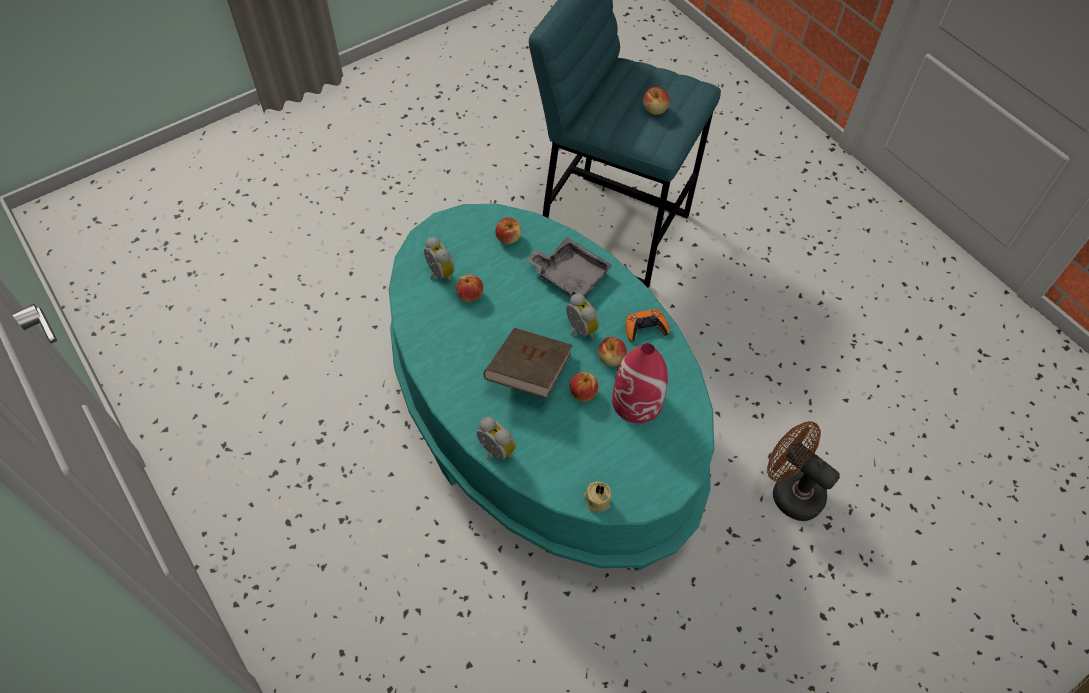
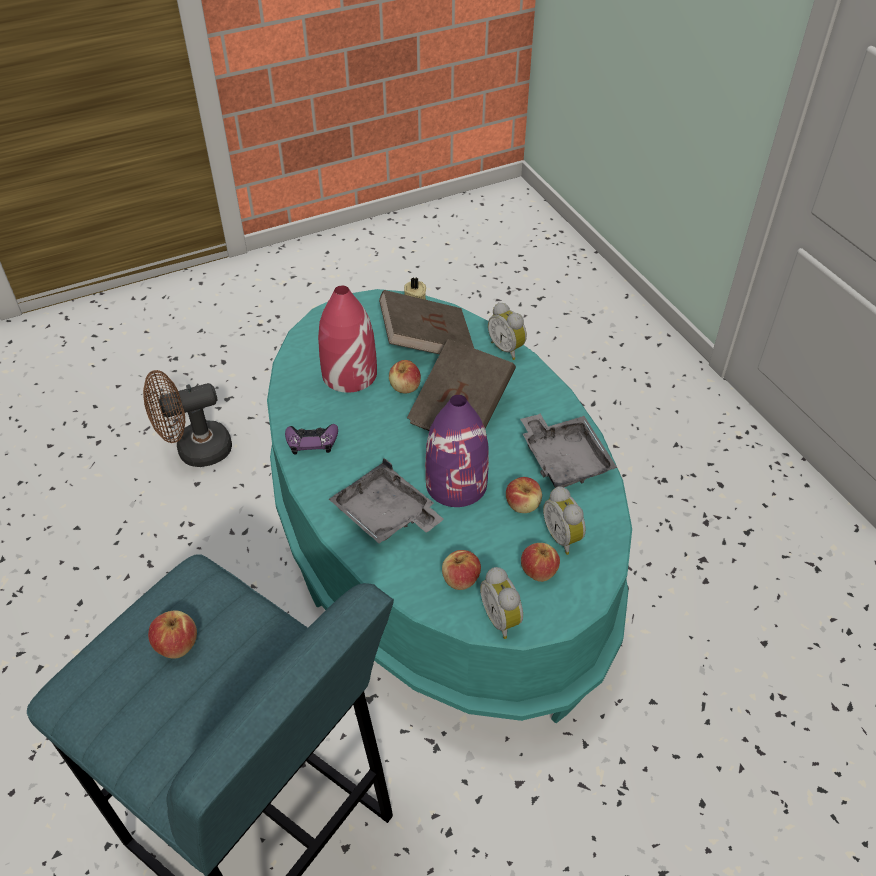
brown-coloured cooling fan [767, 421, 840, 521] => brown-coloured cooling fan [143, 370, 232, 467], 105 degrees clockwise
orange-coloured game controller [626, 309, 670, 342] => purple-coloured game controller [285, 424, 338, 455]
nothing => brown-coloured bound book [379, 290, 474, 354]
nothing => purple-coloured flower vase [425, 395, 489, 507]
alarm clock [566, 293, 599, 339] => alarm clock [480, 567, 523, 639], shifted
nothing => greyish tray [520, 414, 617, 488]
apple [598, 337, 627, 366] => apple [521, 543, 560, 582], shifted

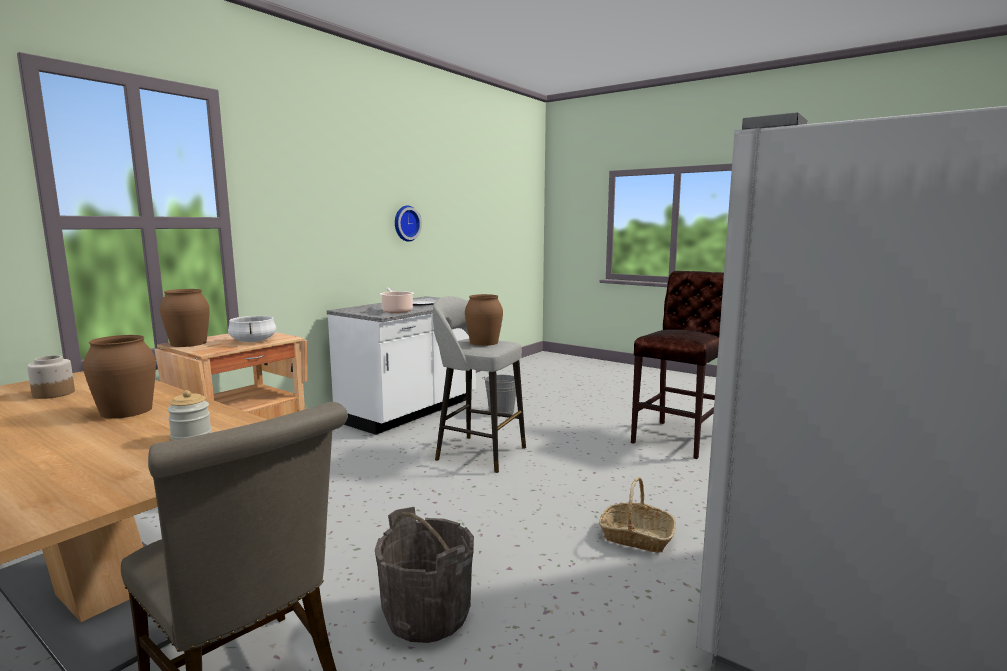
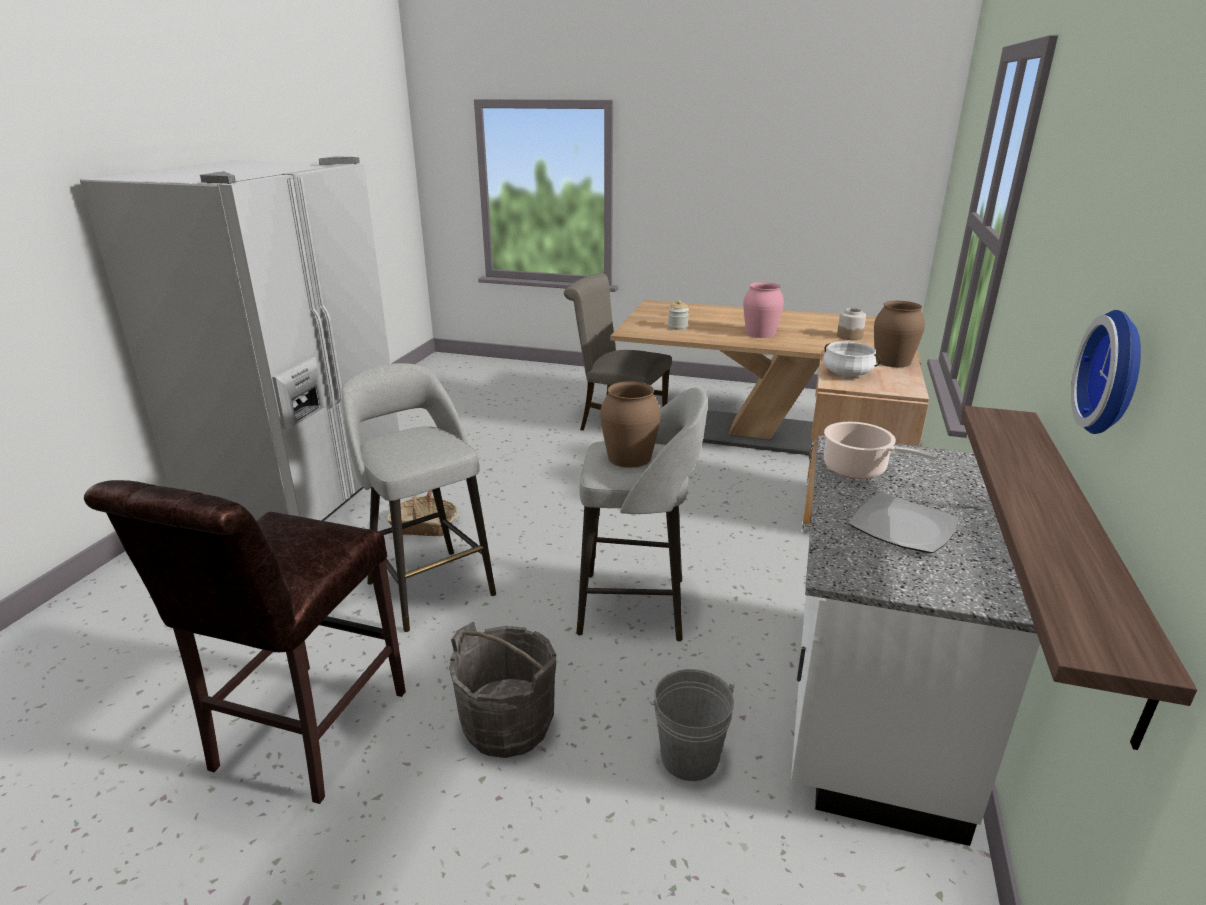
nothing => greyish stool [341, 363, 496, 632]
greyish bucket [375, 507, 474, 643] => greyish bucket [449, 622, 556, 758], shifted
brown-coloured flower vase [83, 335, 156, 419] => pinkish flower vase [743, 282, 784, 338]
nothing => bracket shelf [961, 406, 1198, 750]

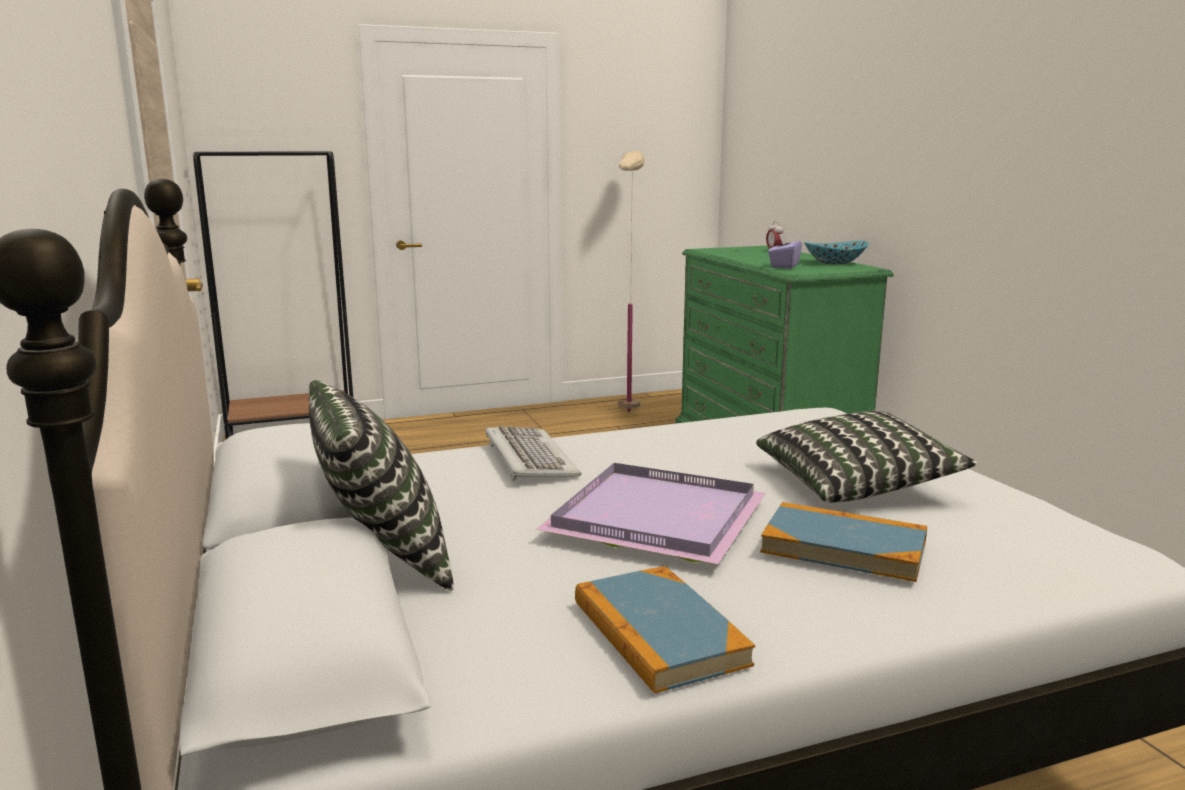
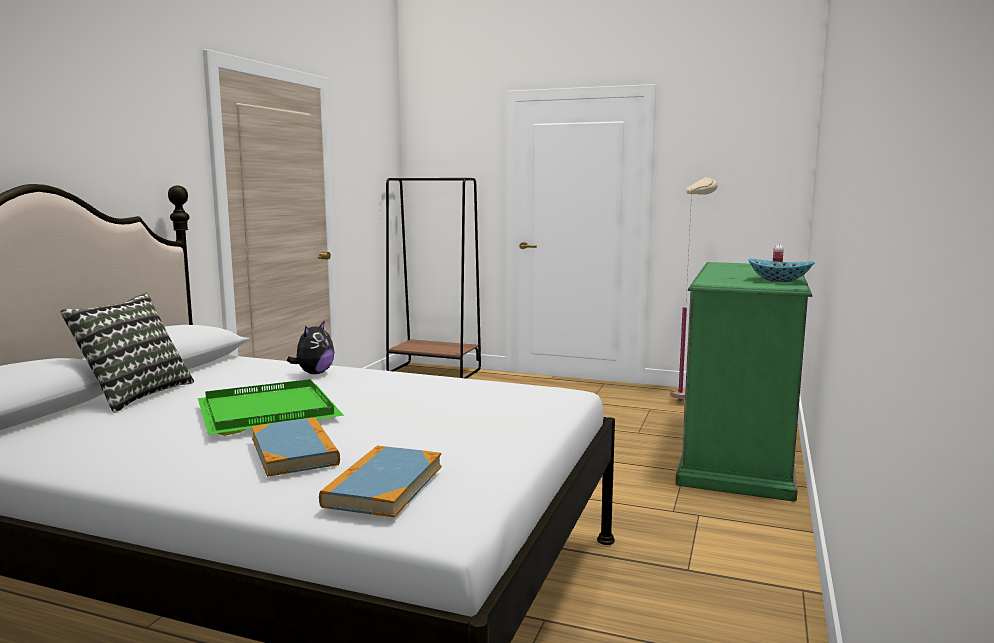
purple-coloured tray [536, 463, 766, 564] => green tray [198, 379, 344, 436]
keyboard [485, 425, 581, 481] => soft toy [287, 320, 334, 374]
bound book [575, 566, 755, 694] => bound book [319, 446, 441, 518], shifted
pillow [756, 411, 977, 502] => nothing
purple-coloured box of tissues [768, 233, 802, 269] => nothing

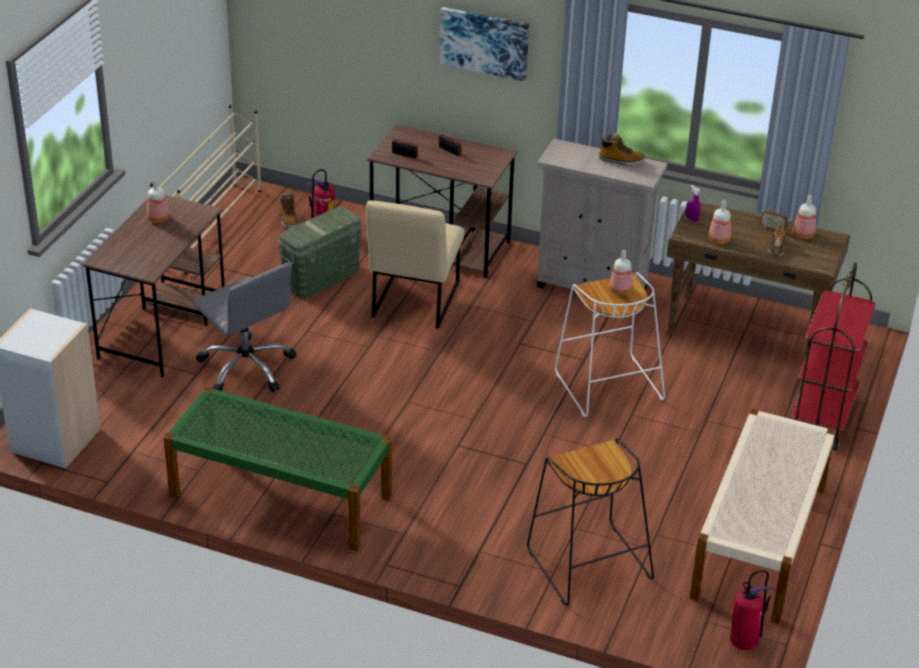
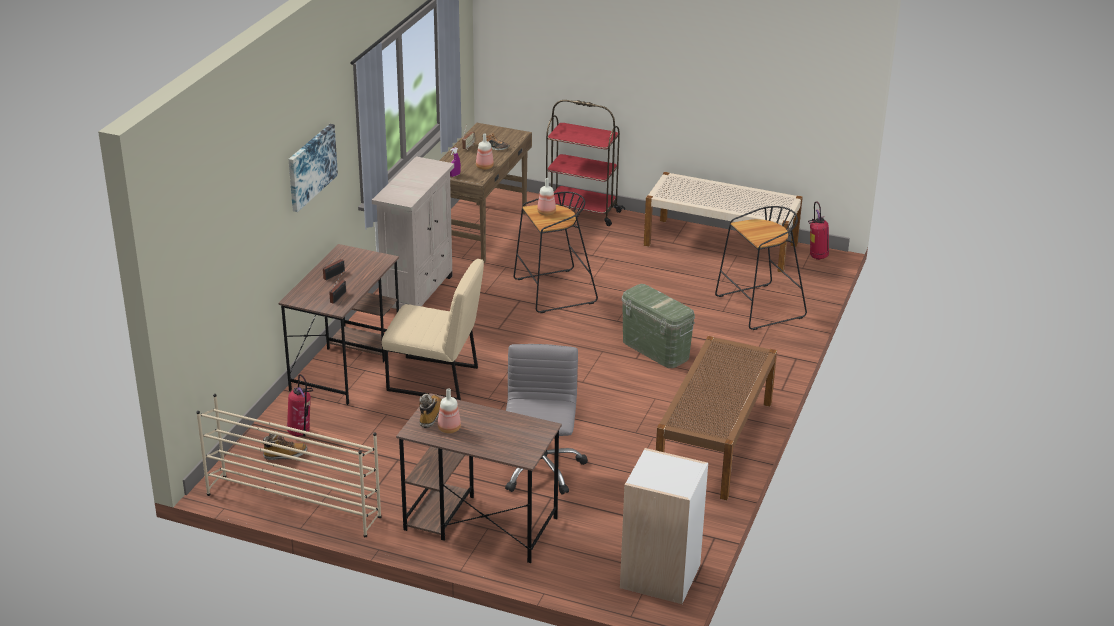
tall boot [599, 133, 645, 166] => tall boot [419, 394, 441, 428], shifted
greyish desk chair [193, 263, 296, 392] => greyish desk chair [505, 344, 588, 495], 45 degrees counterclockwise
white stool [555, 272, 665, 417] => blackish stool [514, 192, 598, 313]
green storage container [278, 207, 362, 299] => green storage container [622, 284, 695, 368], shifted
green bench [163, 386, 392, 552] => brown-coloured bench [656, 336, 777, 500]
drink bottle [793, 195, 816, 239] => nothing

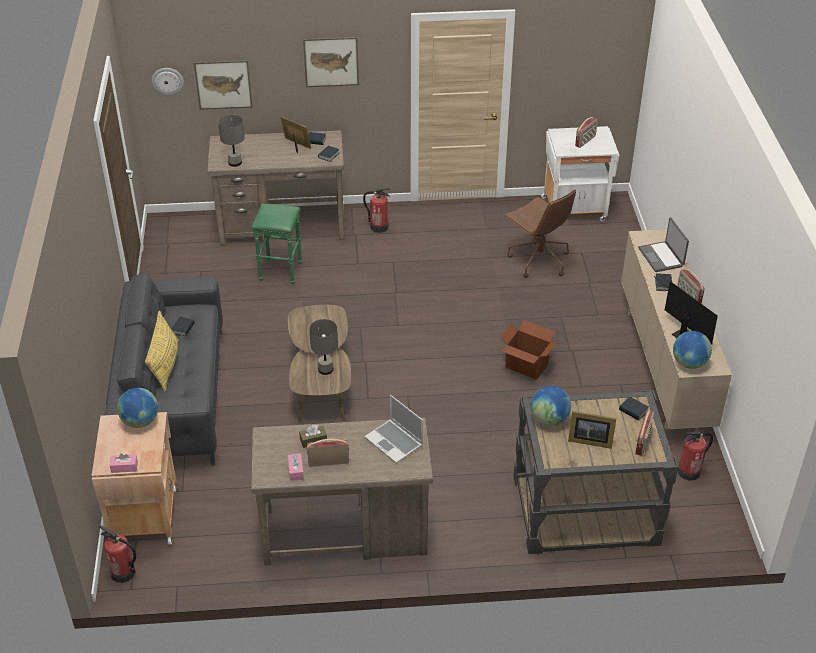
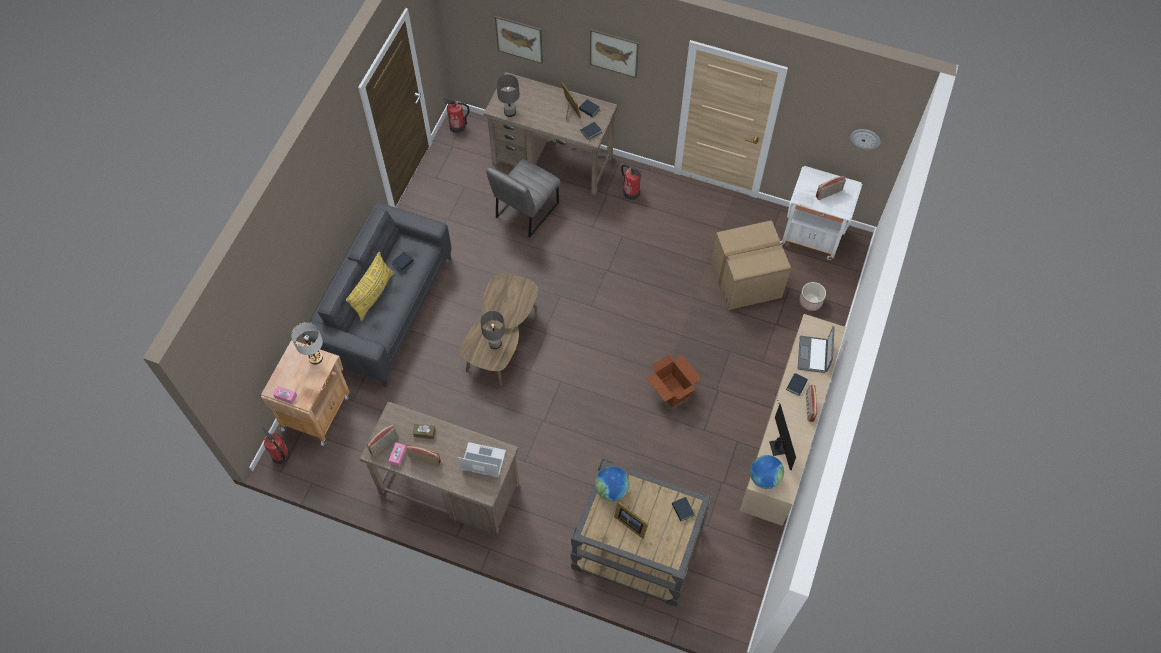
desk globe [117, 388, 158, 428] => lamp for a table [291, 322, 323, 365]
radio set [635, 410, 654, 456] => radio set [367, 424, 398, 456], shifted
fire-fighting cylinder [678, 431, 713, 481] => fire-fighting cylinder [443, 98, 470, 133], shifted
notebook computer [365, 395, 423, 463] => notebook computer [458, 442, 506, 477], 120 degrees clockwise
green stool [251, 204, 302, 284] => greyish upright chair [486, 159, 561, 237]
brown-coloured desk chair [503, 190, 576, 278] => packing box [711, 220, 791, 310]
nothing => planter [799, 282, 826, 311]
hanging clock [152, 68, 184, 95] => hanging clock [850, 129, 881, 150], shifted

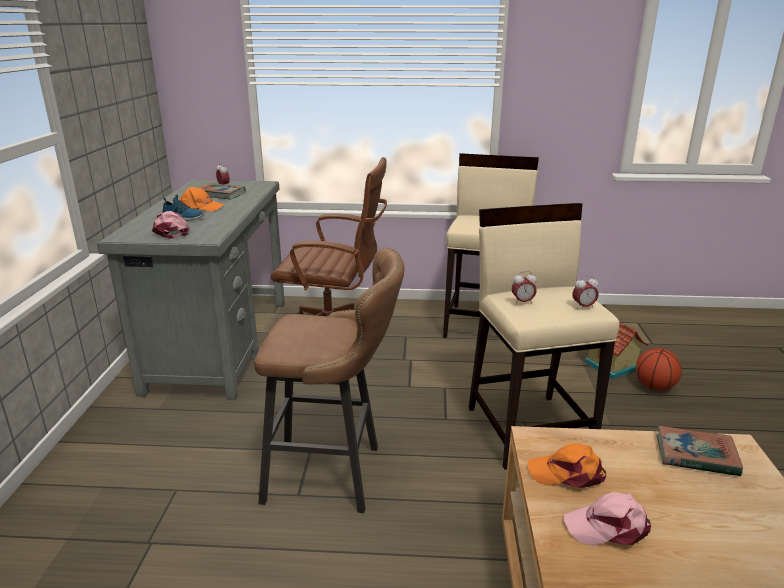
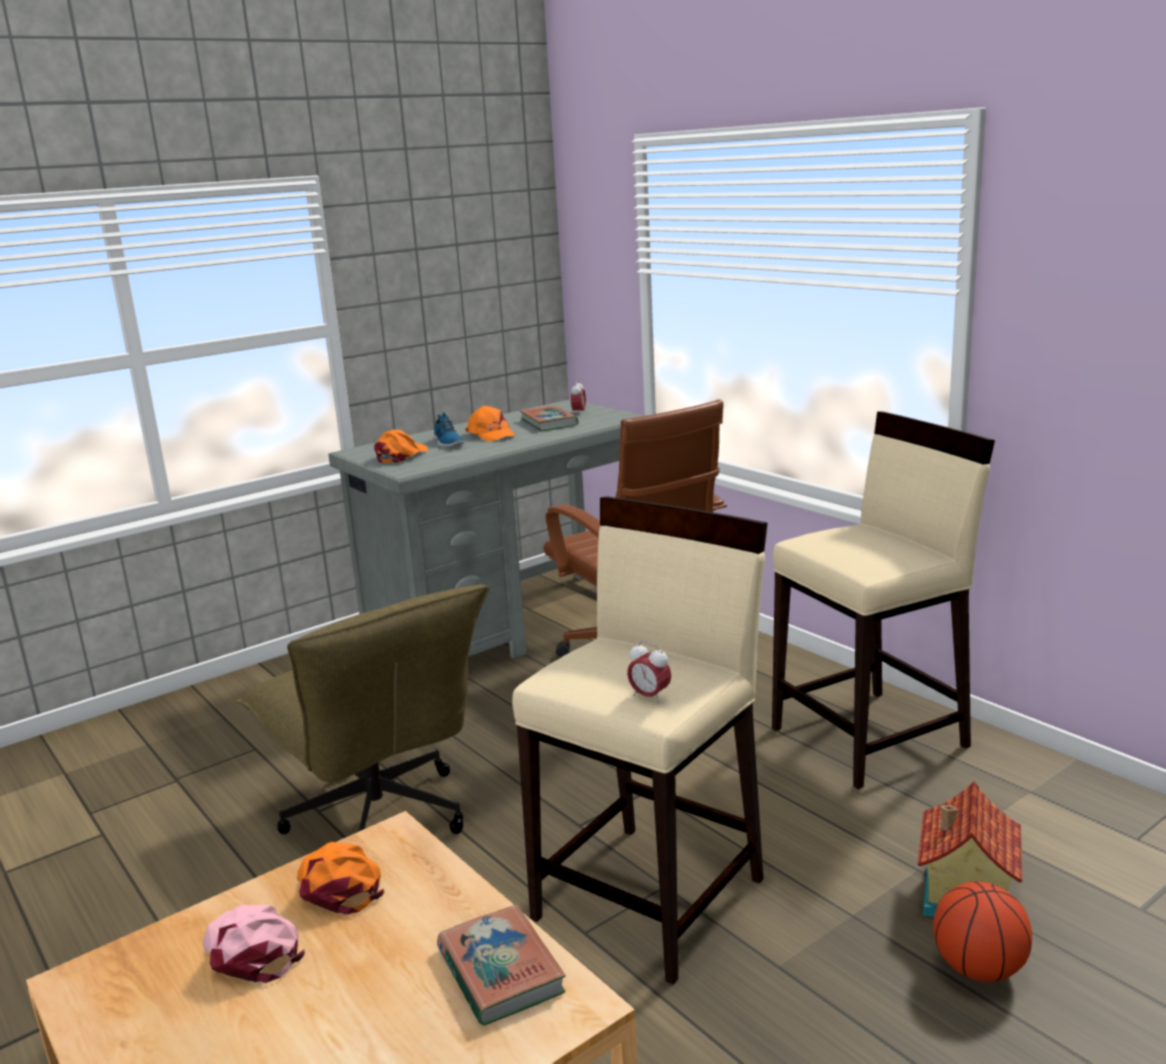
brown-coloured stool [254, 248, 405, 513] => sand-coloured desk chair [235, 584, 490, 834]
pinkish peaked cap [152, 211, 190, 239] => orange-coloured peaked cap [374, 430, 428, 463]
alarm clock [512, 271, 537, 304] => nothing

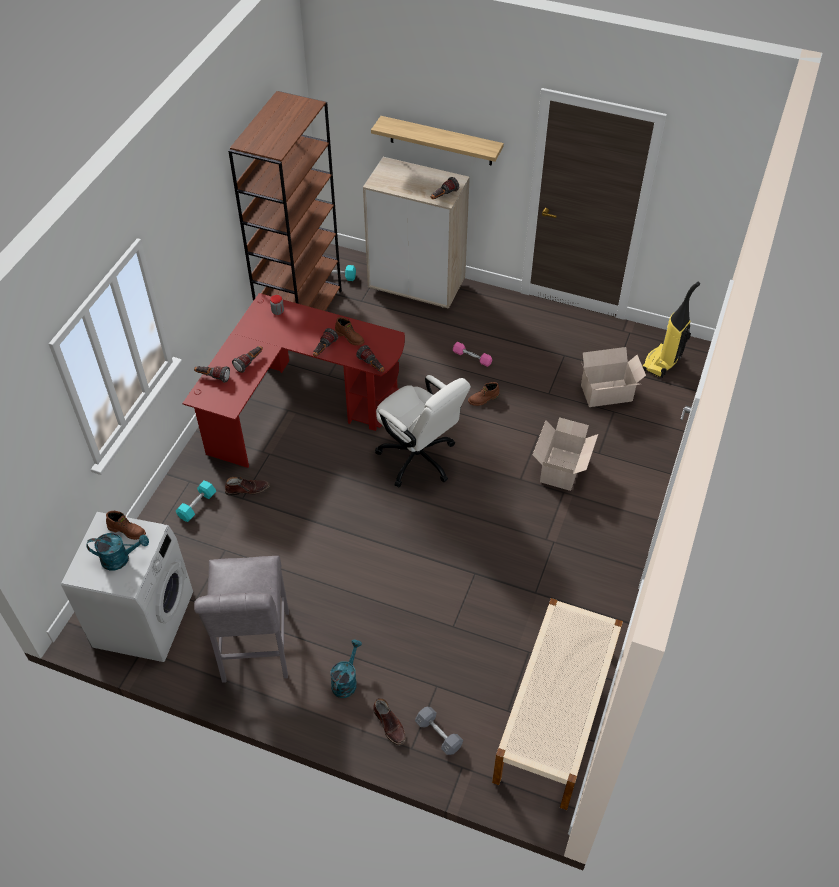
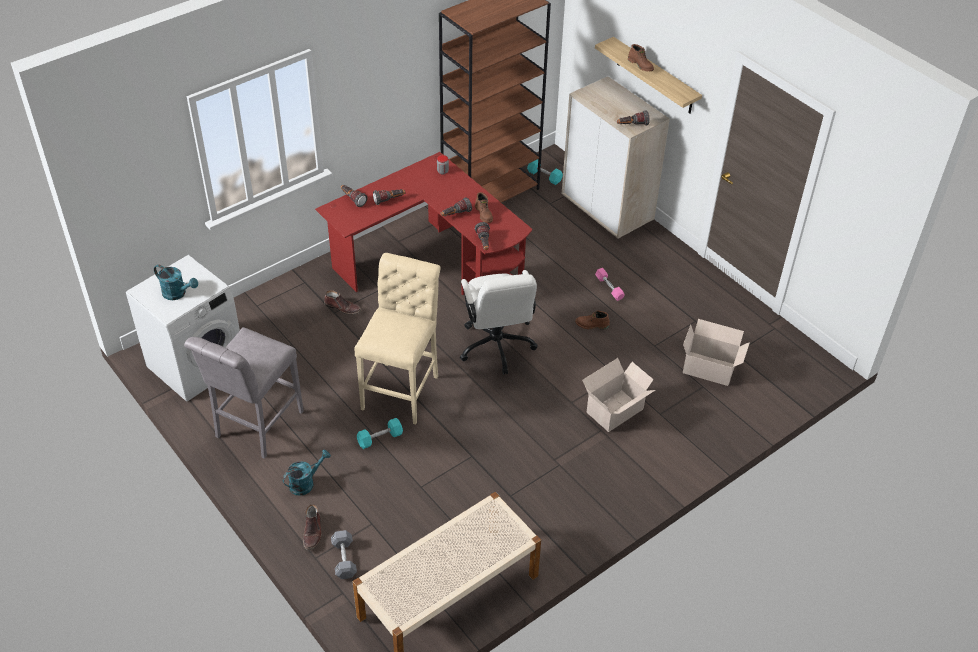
nothing => sand-coloured stool [354, 253, 441, 425]
blue-green hand weight [176, 481, 216, 522] => blue-green hand weight [357, 418, 403, 449], shifted
brown-coloured tall boot [106, 511, 146, 540] => brown-coloured tall boot [628, 44, 654, 71], shifted
hoover [642, 282, 700, 378] => nothing

